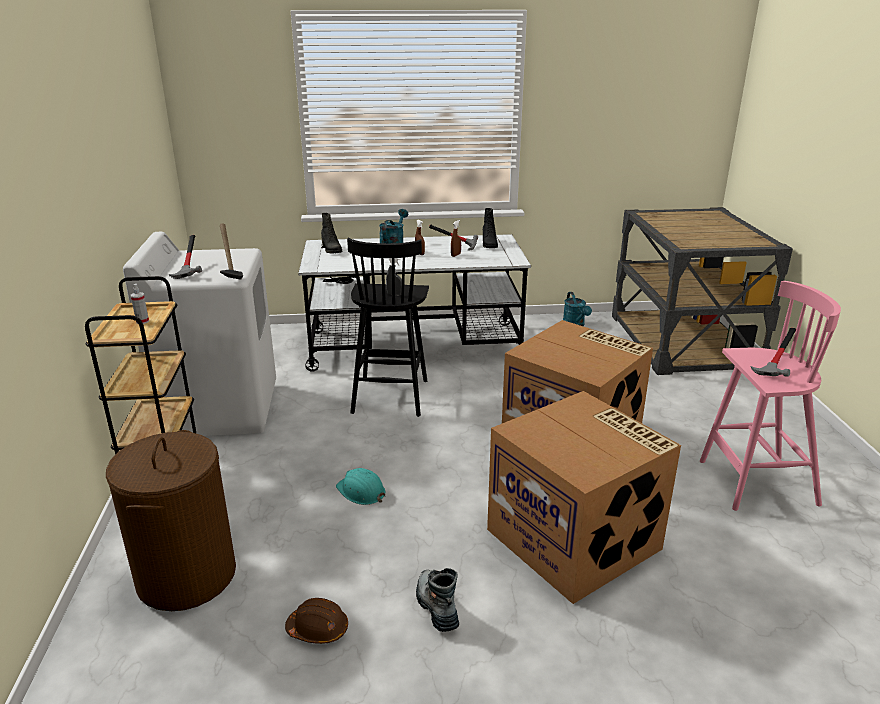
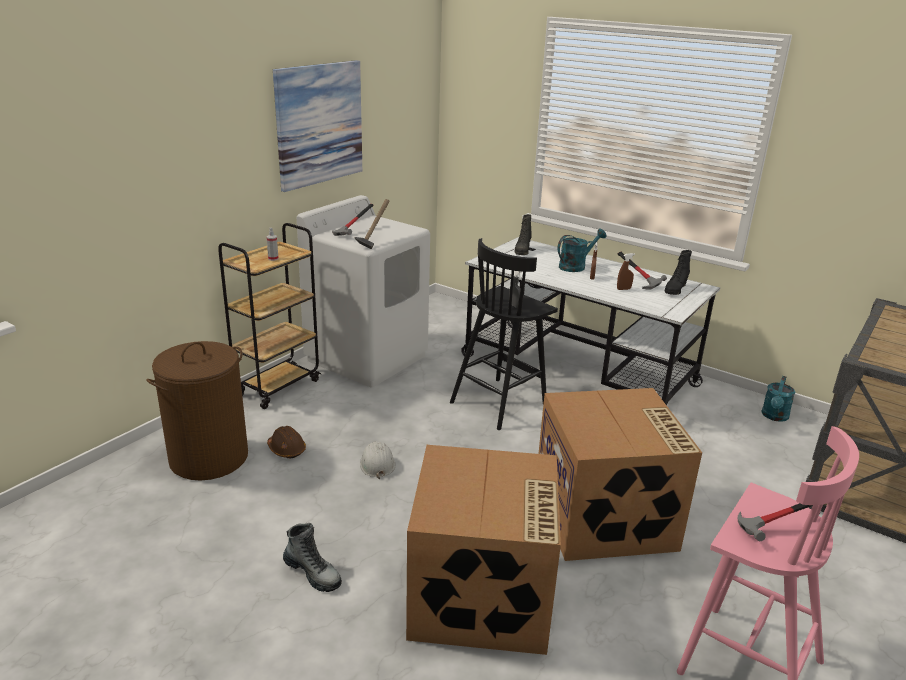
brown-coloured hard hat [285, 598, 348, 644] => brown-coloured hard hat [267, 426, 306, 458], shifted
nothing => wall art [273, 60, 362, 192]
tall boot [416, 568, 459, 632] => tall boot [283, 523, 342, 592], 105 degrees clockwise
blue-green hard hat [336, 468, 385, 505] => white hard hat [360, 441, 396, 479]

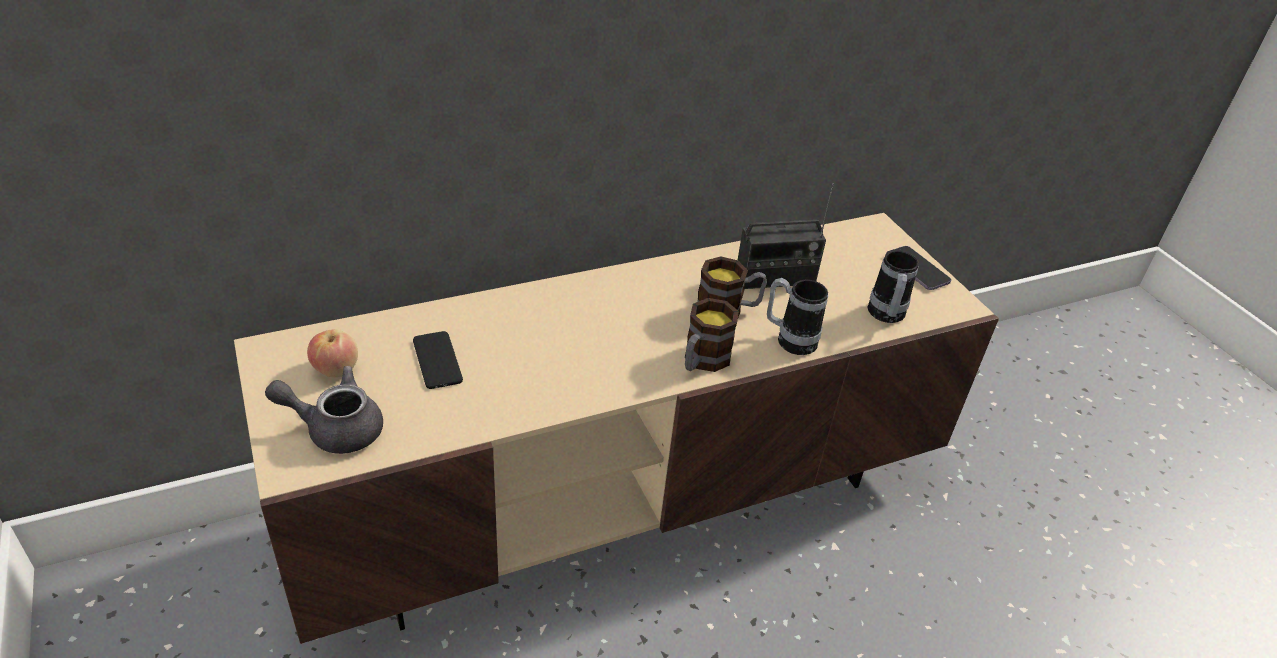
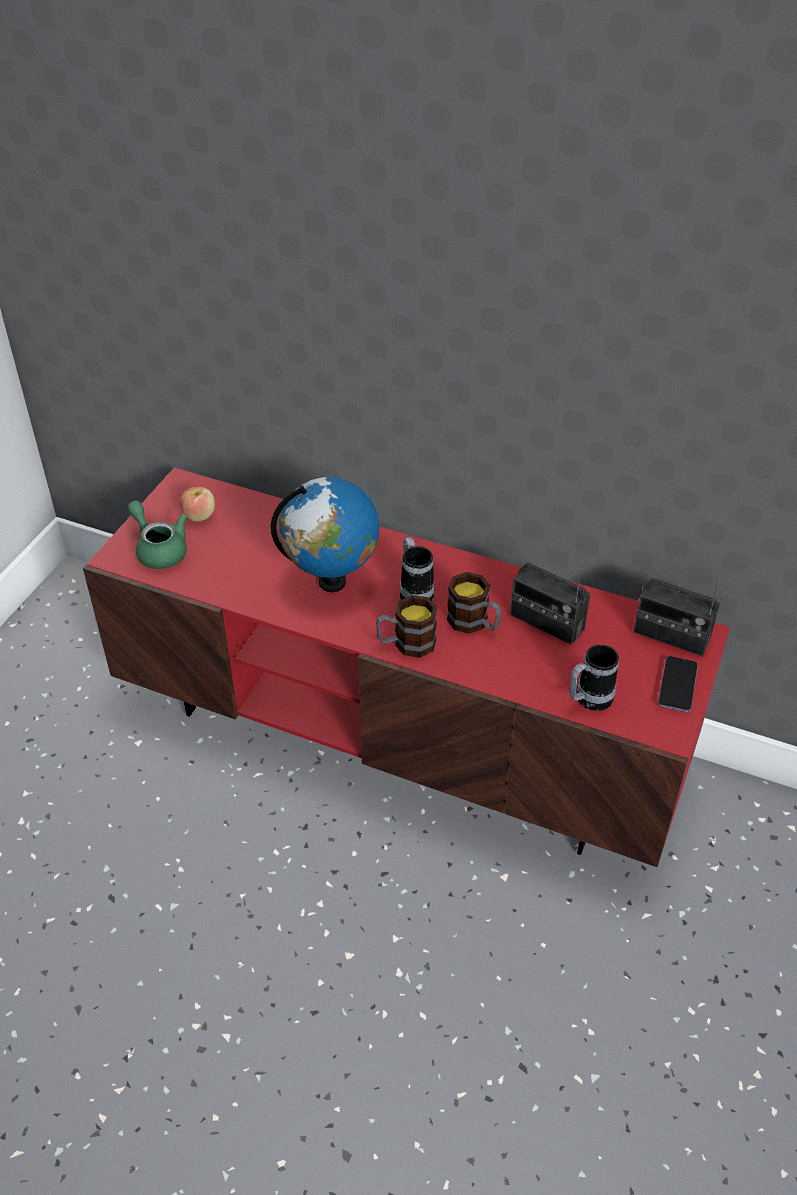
sand-coloured media console [234, 213, 999, 644] => red-coloured media console [83, 468, 730, 867]
greyish teapot [265, 366, 383, 454] => green teapot [127, 500, 187, 569]
nothing => desk globe [271, 477, 379, 592]
coffee mug [767, 278, 828, 355] => coffee mug [400, 537, 435, 601], shifted
nothing => radio set [633, 573, 721, 656]
phone [413, 331, 463, 389] => nothing

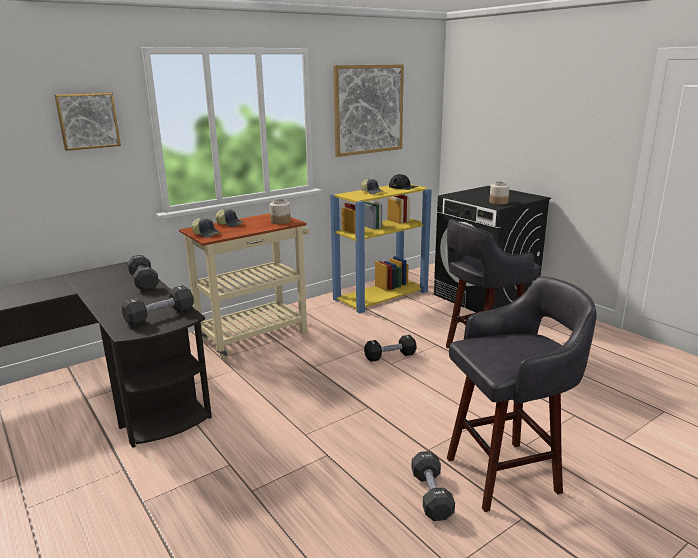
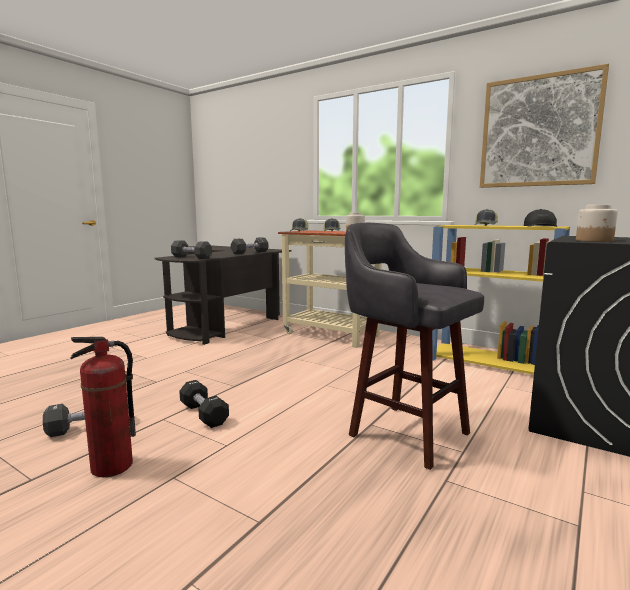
greyish stool [447, 276, 597, 512] => fire-fighting cylinder [70, 337, 136, 477]
blackish hand weight [364, 335, 416, 362] => blackish hand weight [179, 380, 229, 428], shifted
wall art [55, 93, 121, 151] => nothing

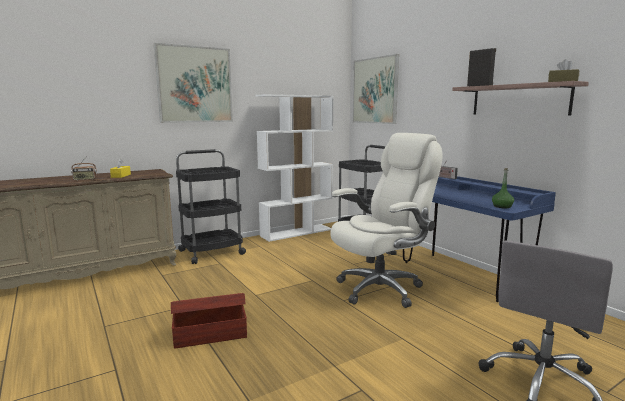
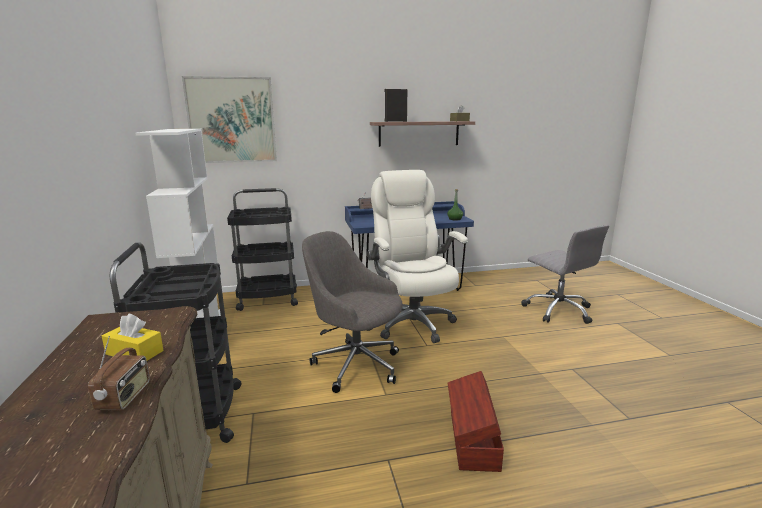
nothing => greyish desk chair [302, 231, 403, 393]
wall art [154, 43, 233, 123] => nothing

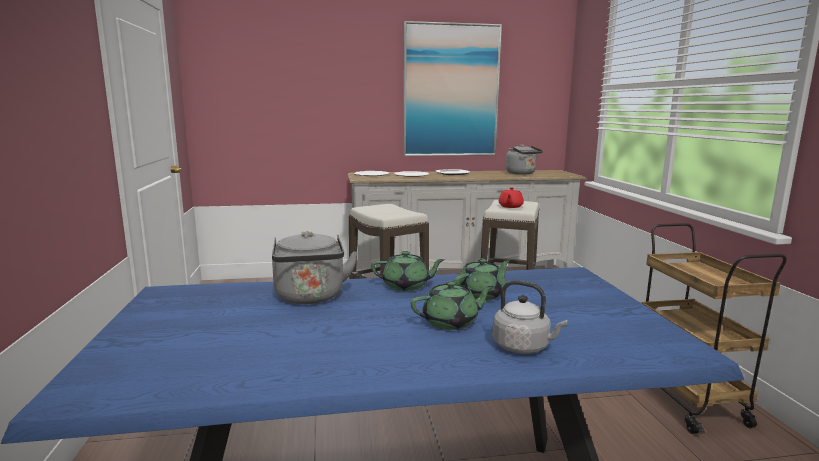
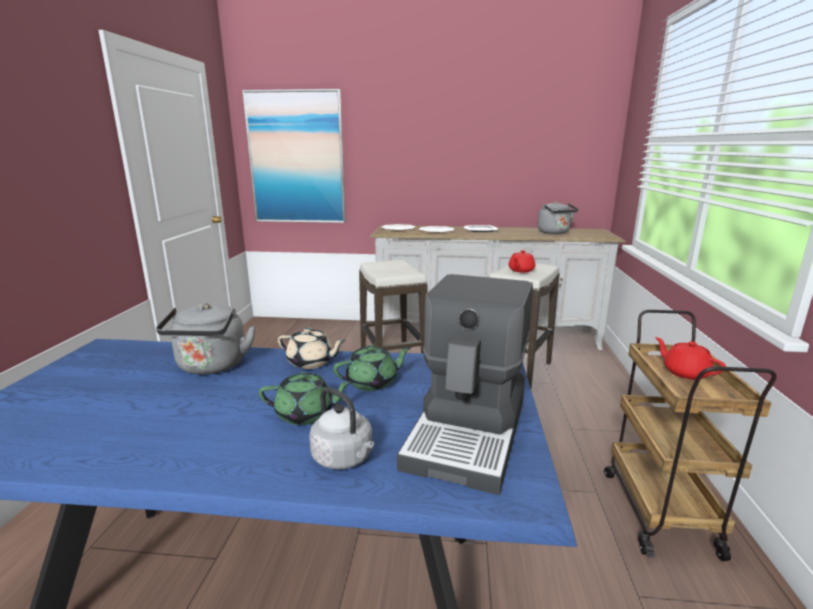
wall art [404, 21, 502, 156] => wall art [242, 89, 346, 223], shifted
green teapot [371, 251, 445, 291] => sand-coloured teapot [278, 328, 346, 369]
nothing => coffee machine [397, 274, 533, 495]
nothing => red-coloured teapot [655, 337, 726, 380]

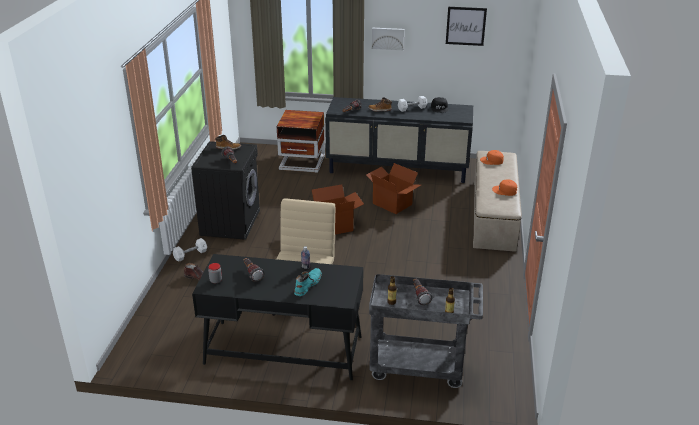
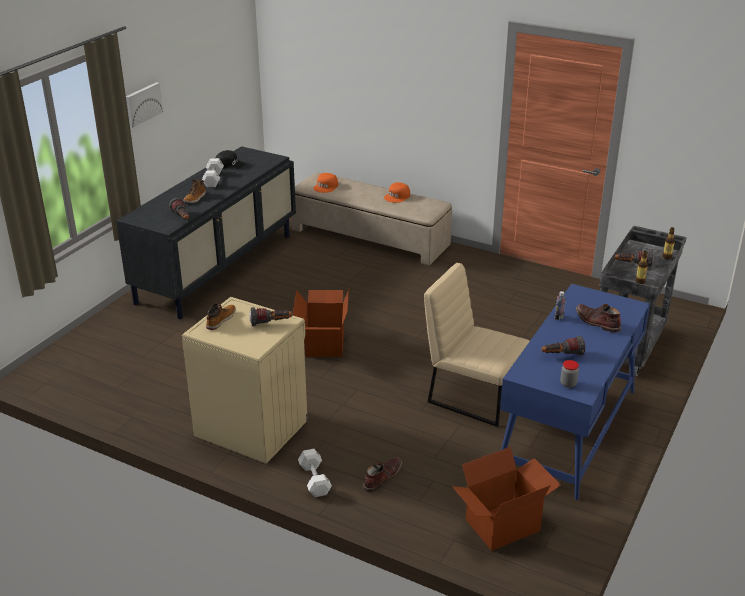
blackish laundry machine [191, 141, 260, 240] => sand-coloured laundry machine [182, 297, 307, 464]
packing box [366, 163, 421, 214] => packing box [452, 447, 561, 551], shifted
blackish desk [192, 254, 363, 380] => blue-coloured desk [500, 284, 650, 500]
blue-green tall boot [294, 268, 322, 296] => brown-coloured tall boot [576, 304, 621, 333]
nightstand [277, 110, 325, 173] => nothing
wall art [446, 7, 487, 46] => nothing

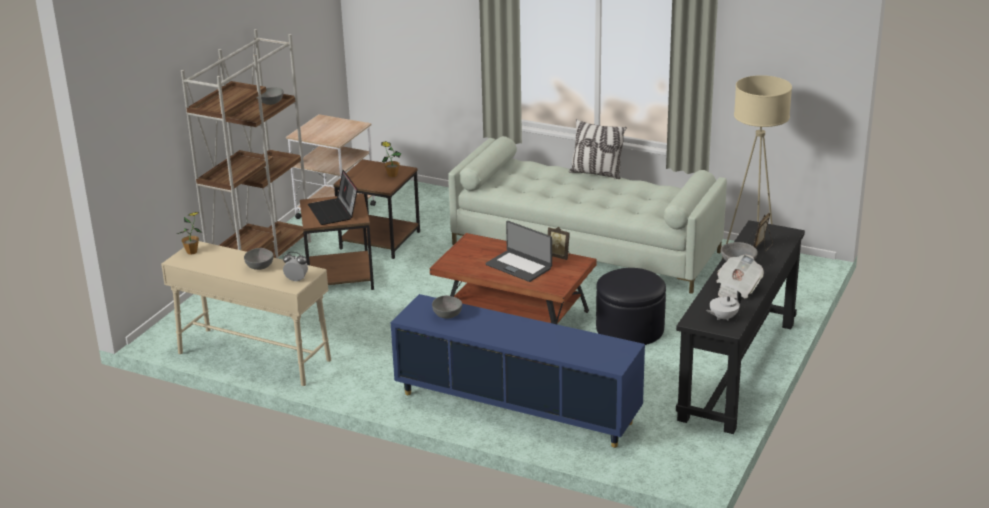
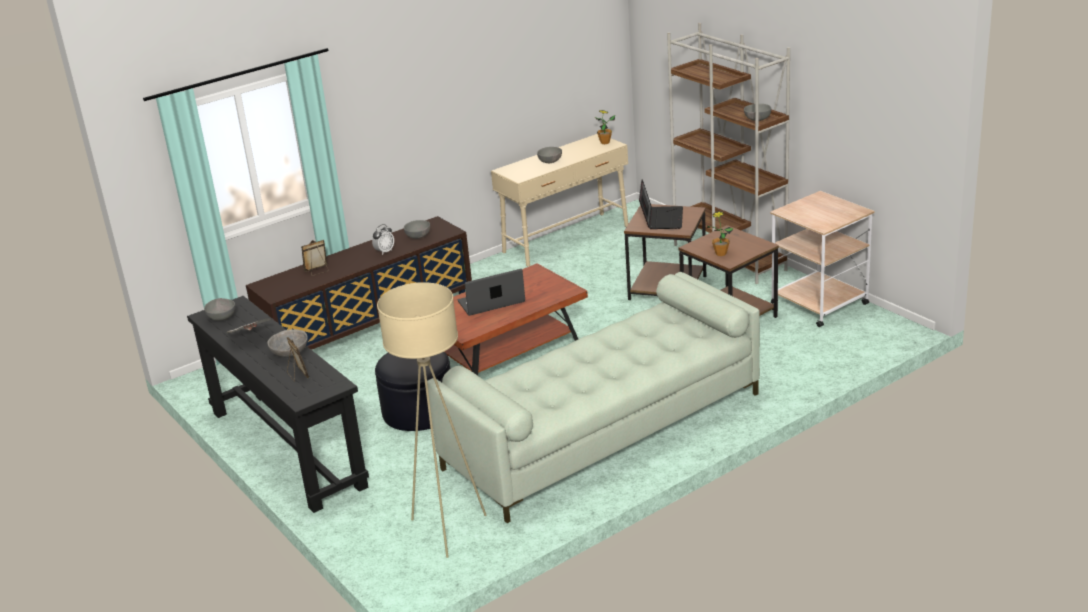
white teapot [706, 291, 742, 321] => greyish bowl [204, 298, 235, 321]
blue-coloured media console [391, 294, 645, 448] => brown-coloured media console [246, 216, 472, 350]
standing frame [548, 227, 570, 260] => standing frame [301, 240, 328, 276], shifted
alarm clock [283, 252, 308, 282] => alarm clock [372, 224, 394, 255], shifted
notebook computer [308, 170, 358, 225] => notebook computer [639, 179, 683, 229], 90 degrees clockwise
pillow [569, 119, 627, 179] => nothing

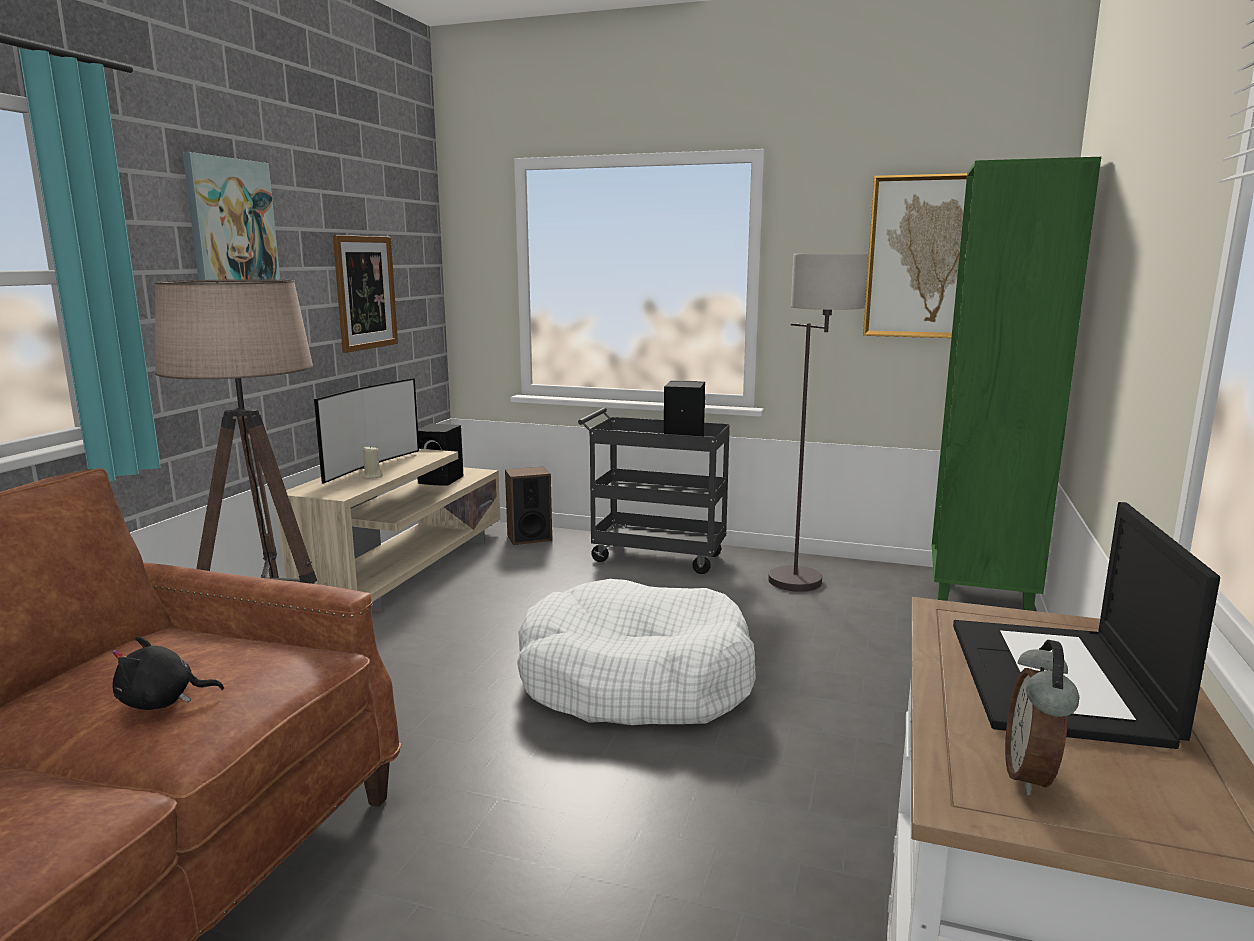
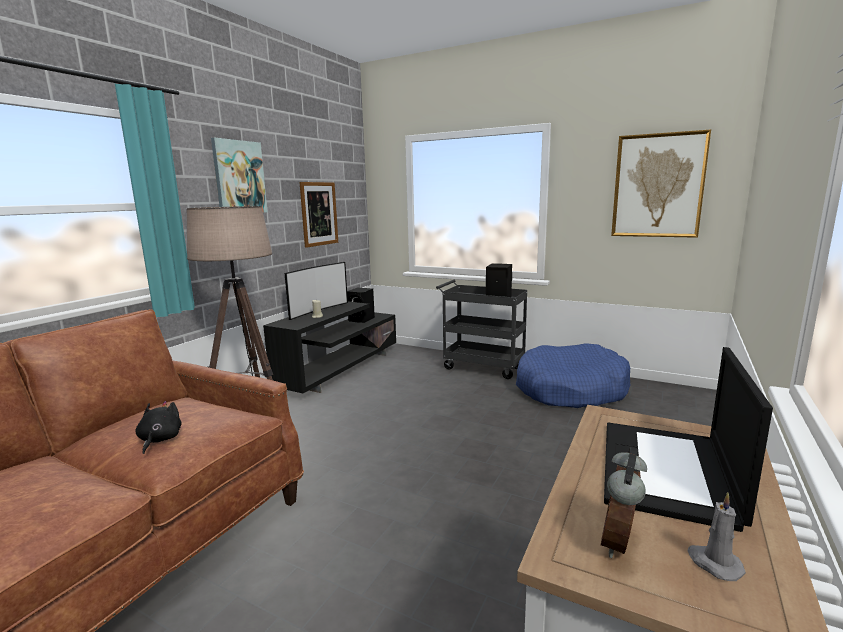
blackish soft toy [112, 636, 224, 710] => blackish soft toy [135, 401, 182, 454], 90 degrees clockwise
sand-coloured media console [278, 449, 500, 612] => blackish media console [263, 302, 396, 393]
greyish standard lamp [768, 254, 868, 592] => blue-coloured dog bed [516, 343, 631, 408]
nothing => greyish candle [688, 492, 746, 581]
audio speaker [505, 466, 552, 545] => nothing
white dog bed [517, 579, 756, 725] => nothing
green shelving unit [932, 157, 1101, 611] => nothing

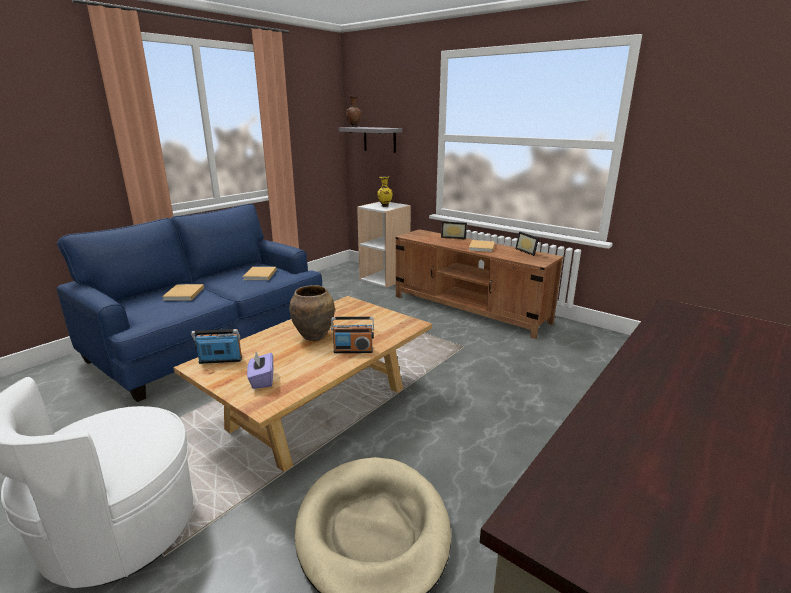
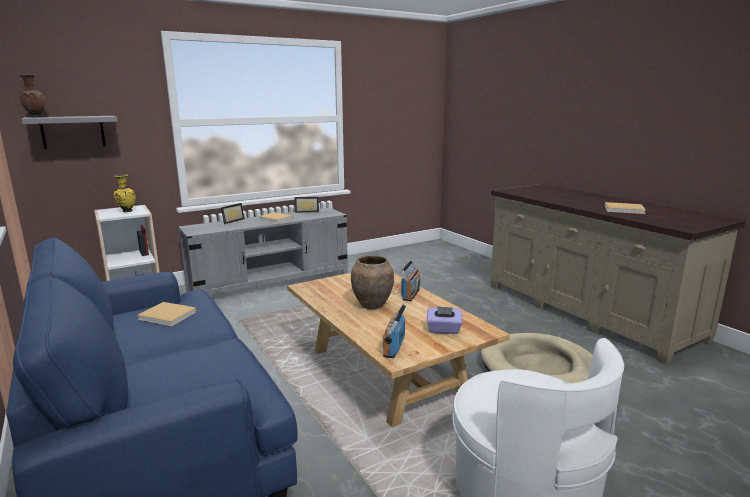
brown-coloured media console [396, 229, 563, 339] => greyish media console [178, 208, 348, 295]
sand-coloured bound book [162, 284, 204, 301] => sand-coloured bound book [605, 202, 646, 214], shifted

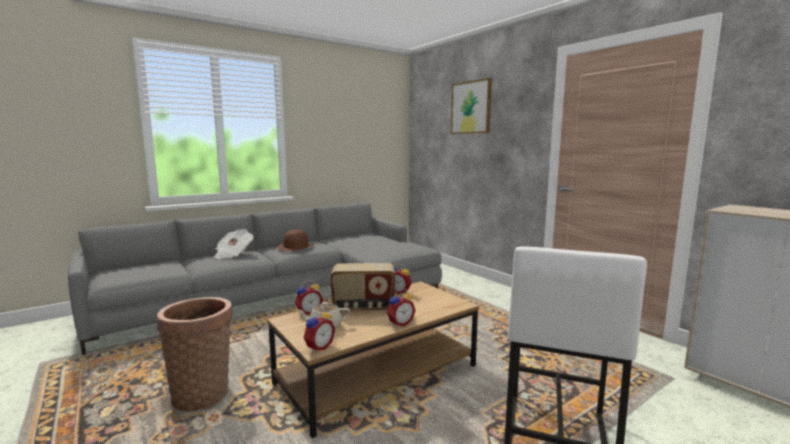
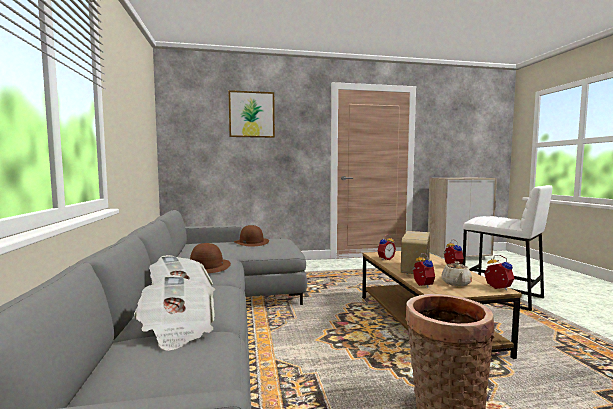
nothing => newspaper [134, 275, 215, 351]
nothing => brown-coloured clothing hat [234, 225, 269, 246]

